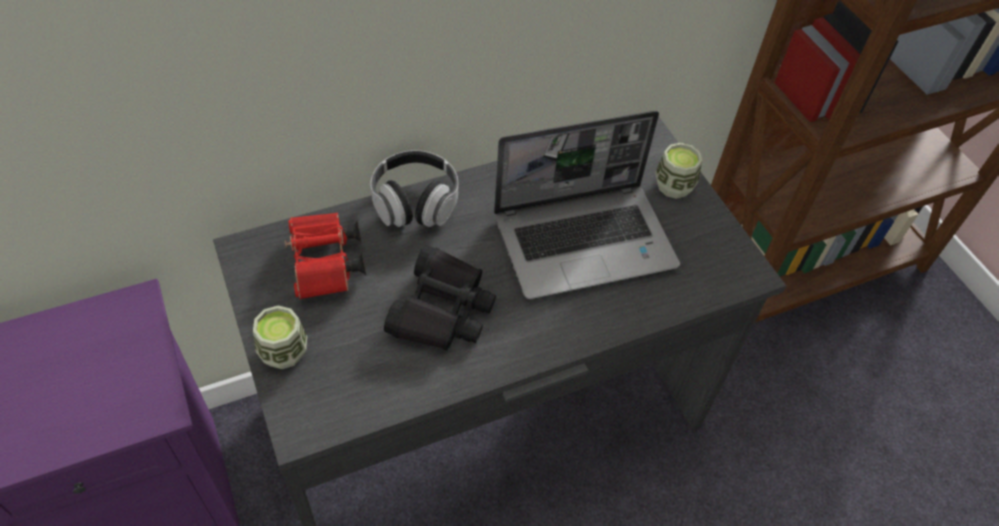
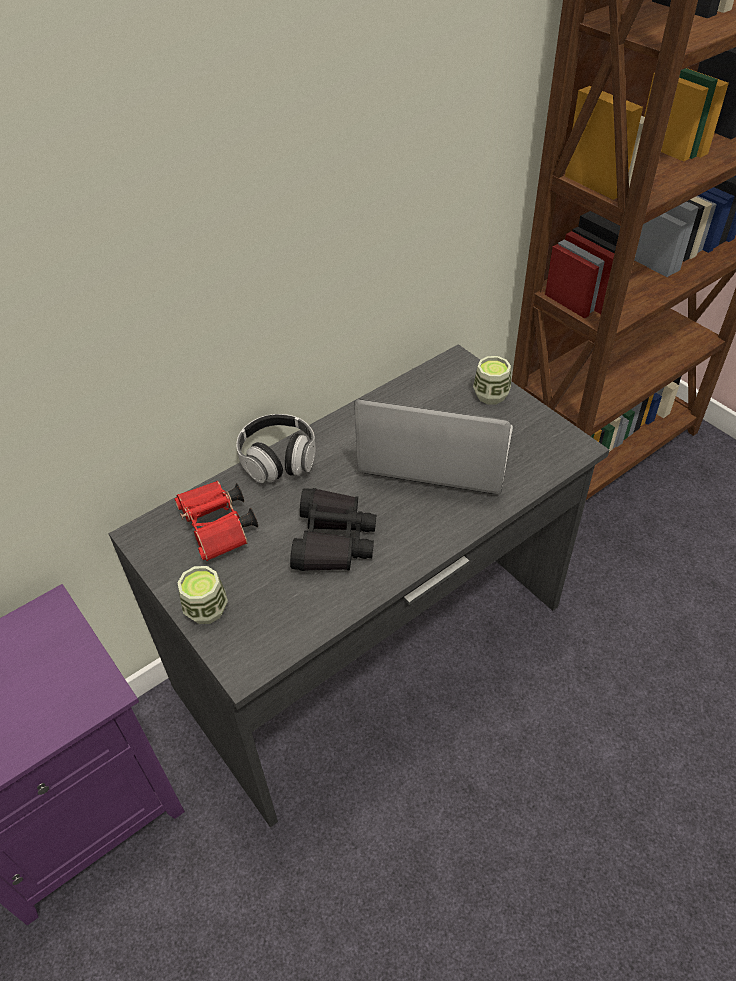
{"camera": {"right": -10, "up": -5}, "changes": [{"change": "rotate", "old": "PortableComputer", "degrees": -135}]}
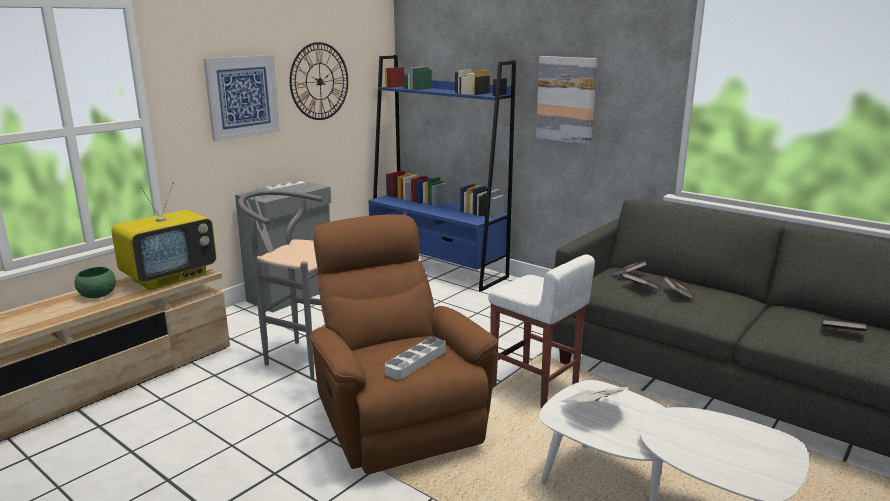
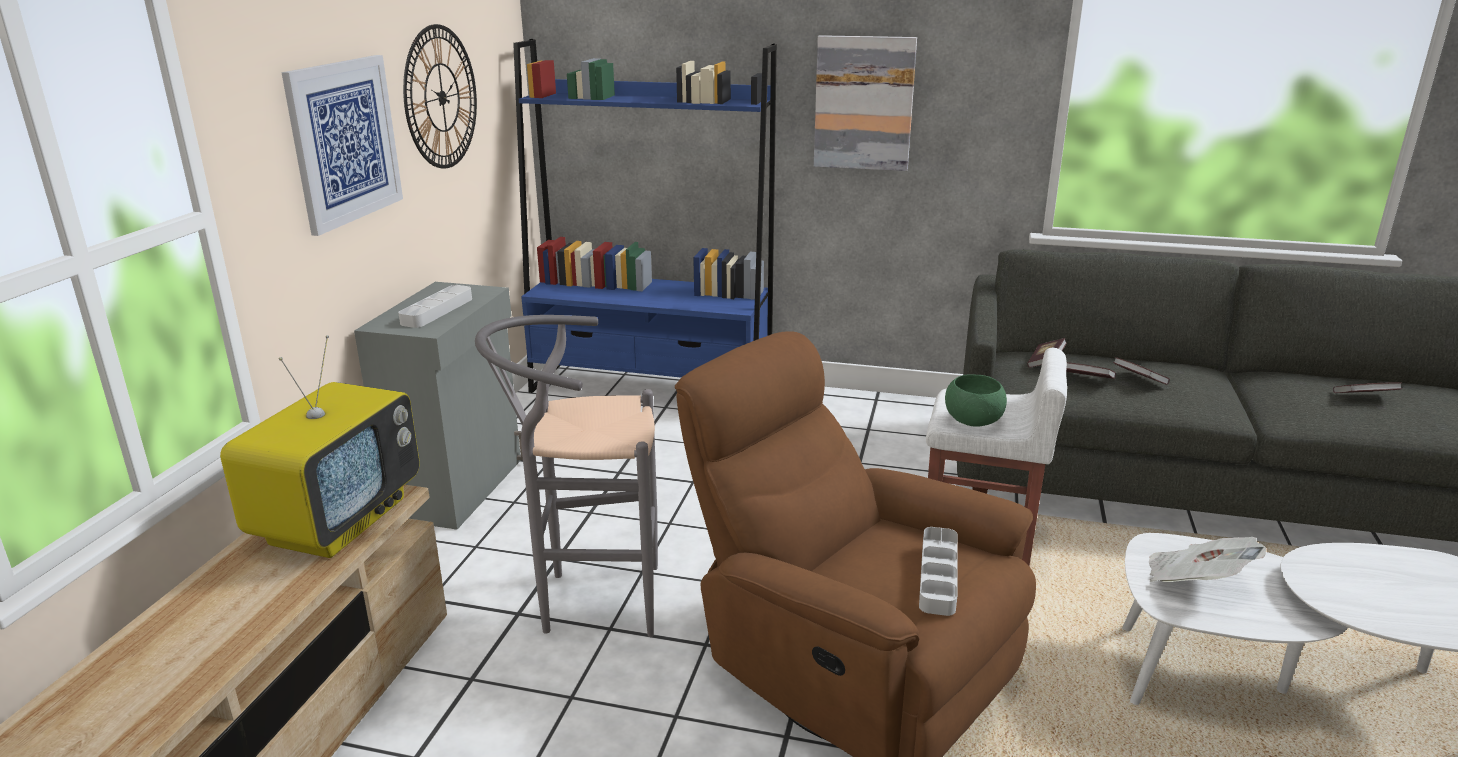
{"camera": {"right": -25, "up": 5}, "changes": [{"change": "move", "old": "GreenBowl"}]}
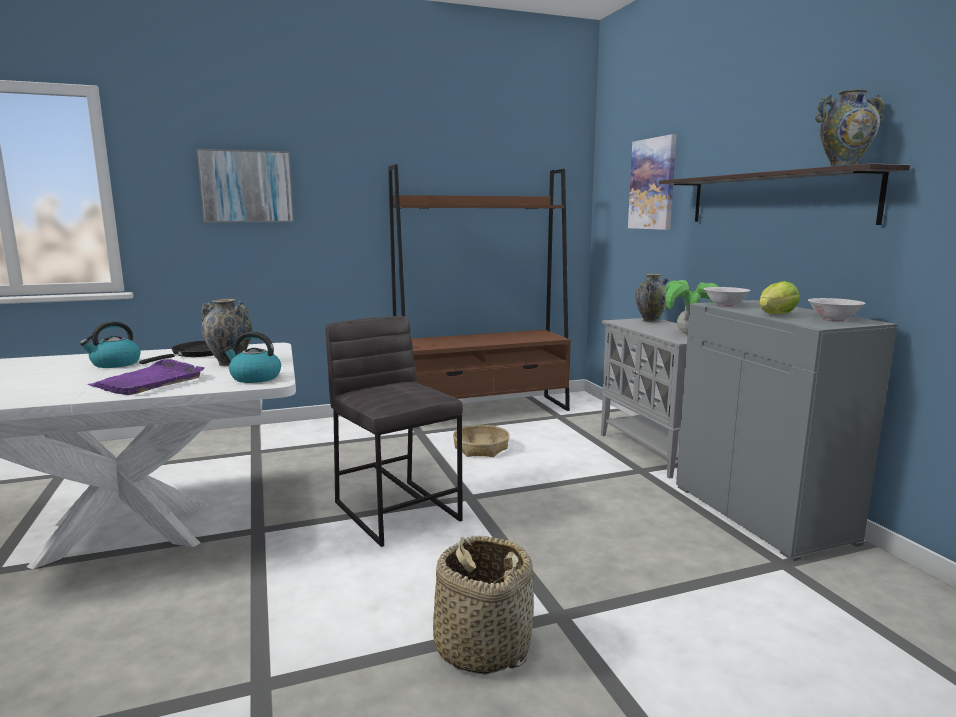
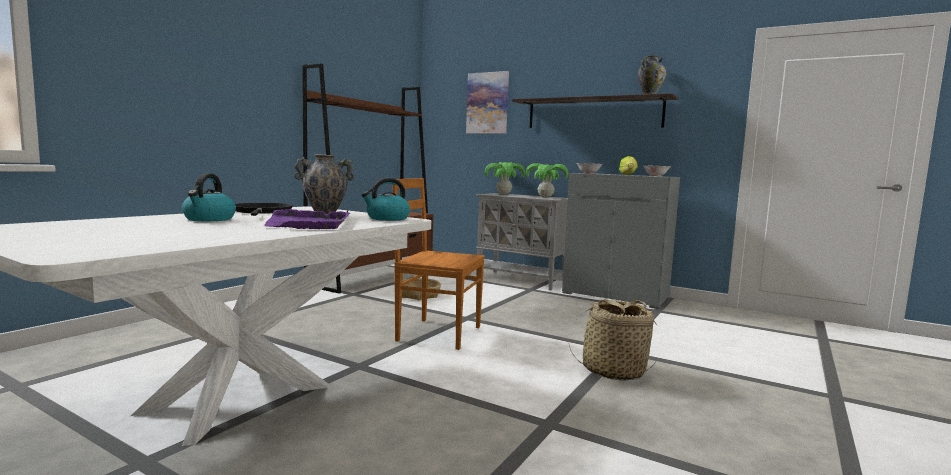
{"camera": {"right": -40, "up": -5}, "changes": [{"change": "delete", "old": "Picture (1st from left)"}, {"change": "replace", "old": "GrayStoolSeat", "new": "BrownUprightChair"}, {"change": "replace", "old": "Vase (2nd from left)", "new": "PlantInAPot (1st from left)"}]}
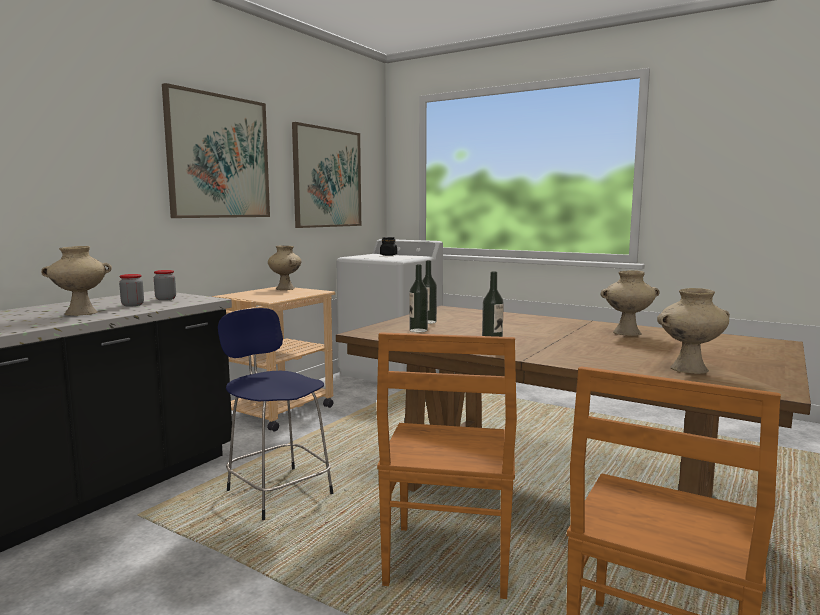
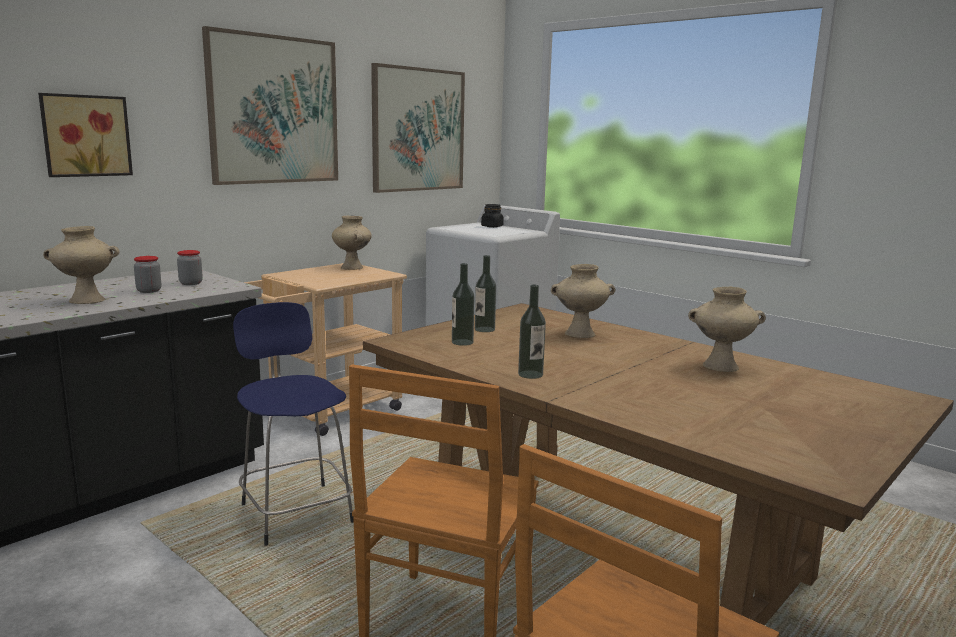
{"camera": {"right": 10, "up": 5}, "changes": [{"change": "insert", "new": "Picture (1st from left)"}, {"change": "move", "old": "BeigeColouredVase (4th from left in the first image)", "new": "BeigeColouredVase (3rd from left)"}]}
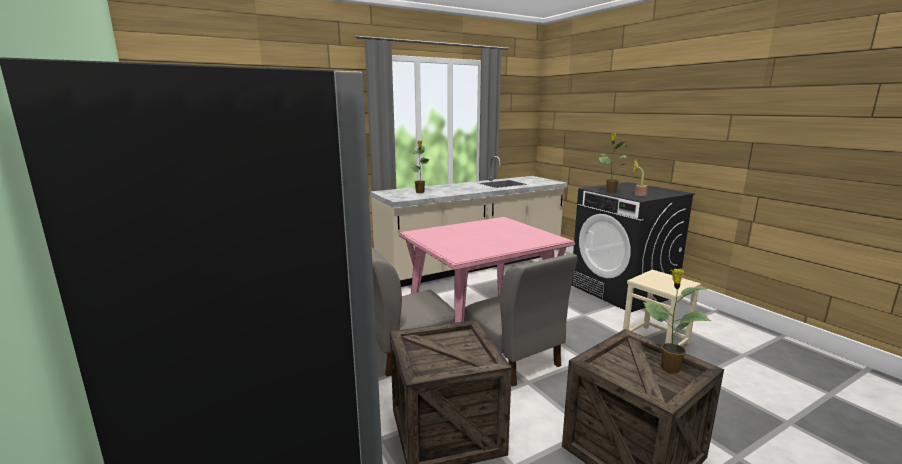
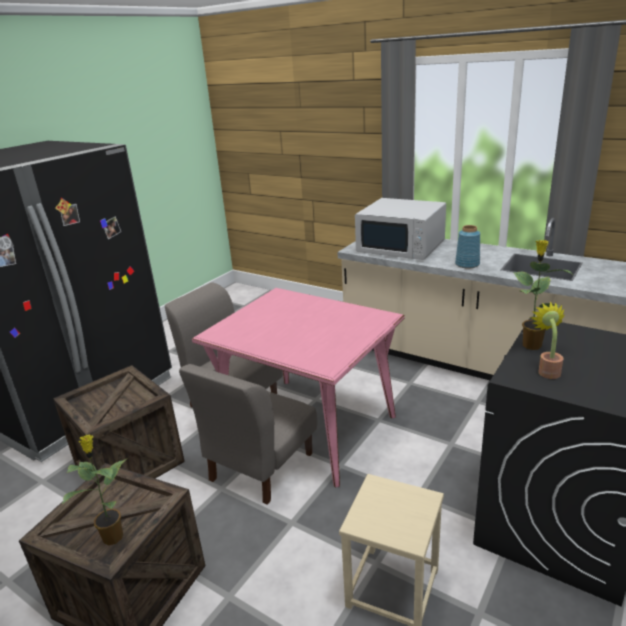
{"camera": {"right": 65, "up": 10}, "changes": [{"change": "insert", "new": "BlueColouredVase"}, {"change": "replace", "old": "PlantInAPot (1st from left)", "new": "WhitishMicrowave"}]}
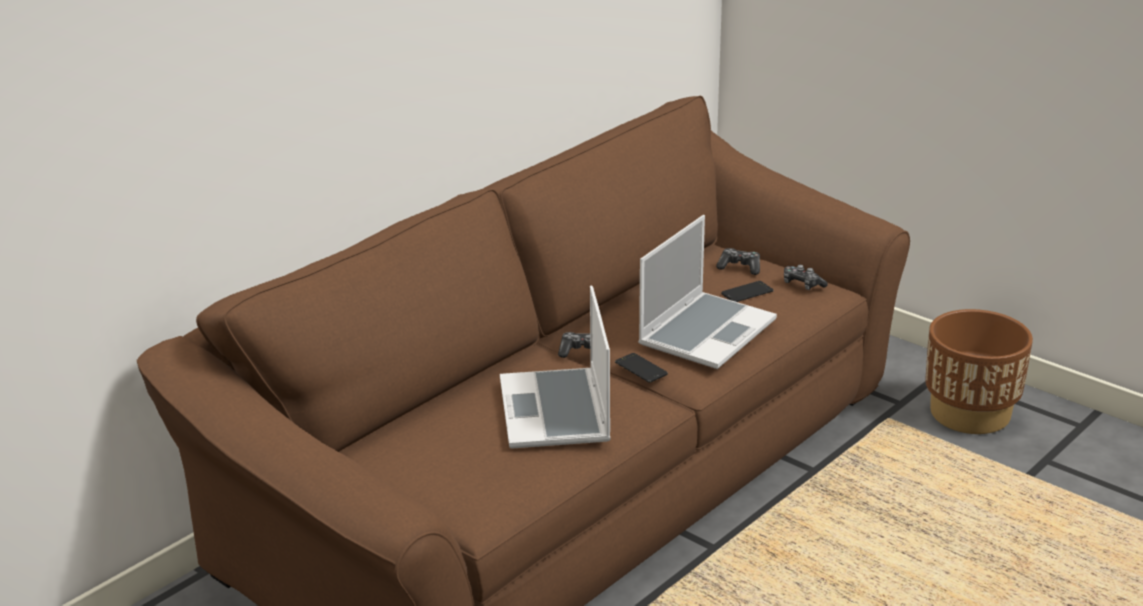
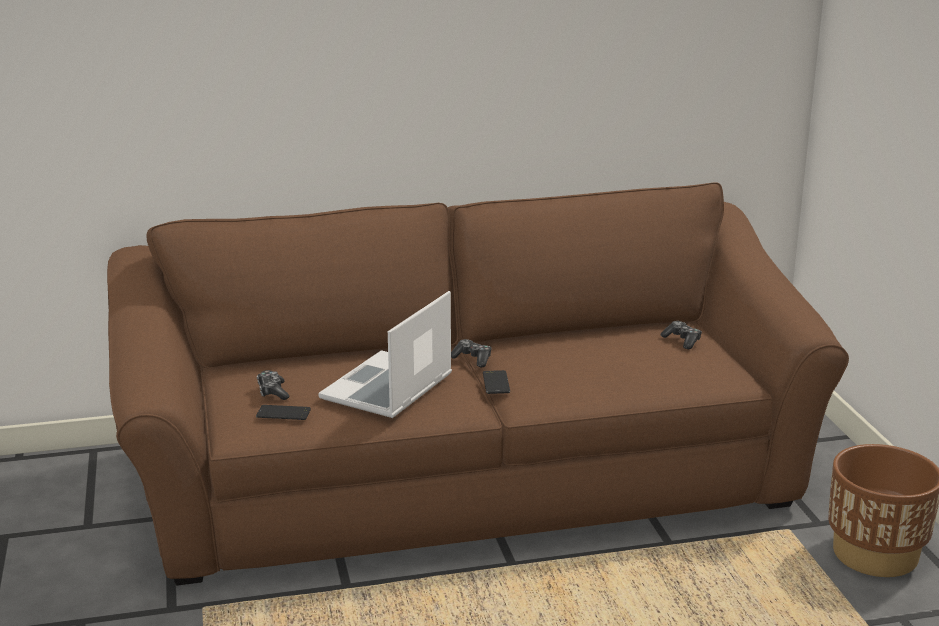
{"camera": {"right": 35, "up": -5}, "changes": [{"change": "delete", "old": "PortableComputer (2nd from left)"}, {"change": "move", "old": "Telephone (2nd from left in the first image)", "new": "Telephone (1st from left)"}, {"change": "move", "old": "Joypad (3rd from left in the first image)", "new": "Joypad (1st from left)"}]}
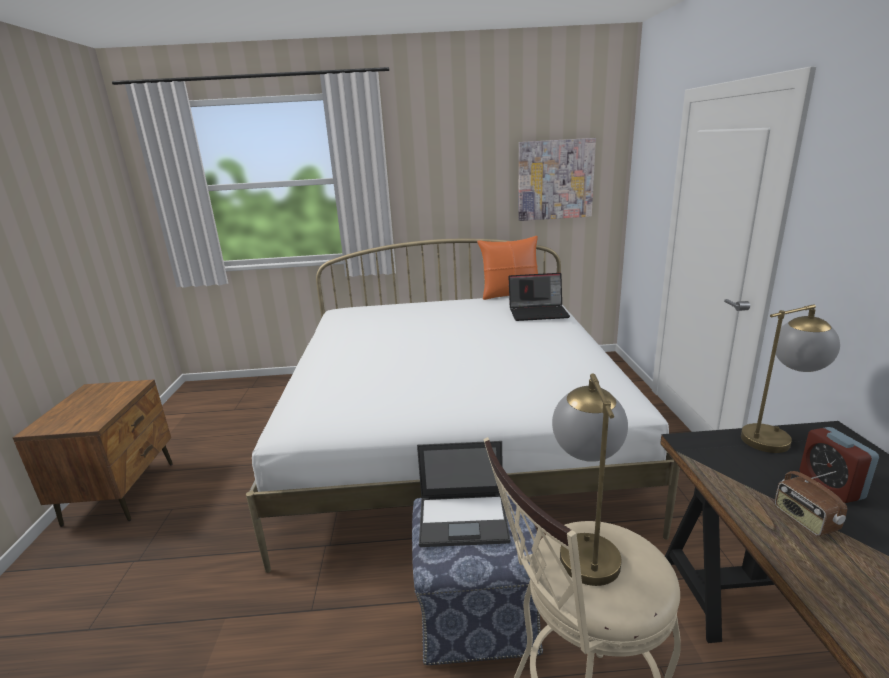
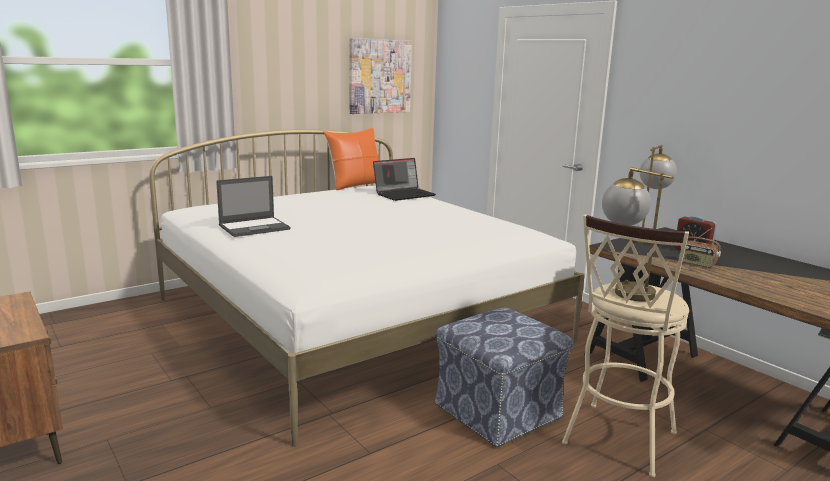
{"camera": {"right": -35, "up": -5}, "changes": [{"change": "move", "old": "PortableComputer (1st from left)"}]}
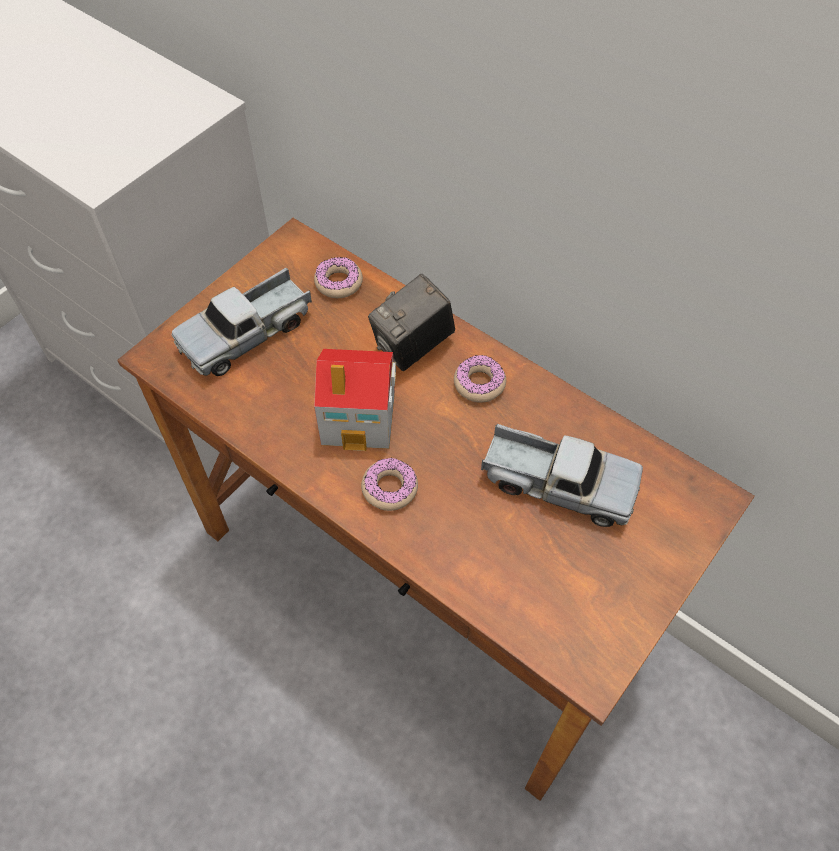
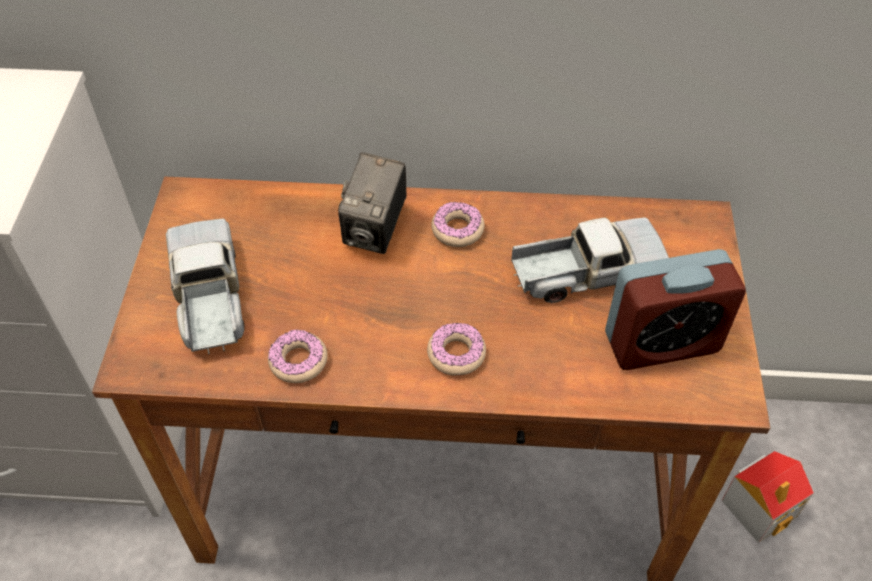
{"camera": {"right": -35, "up": -5}, "changes": [{"change": "insert", "new": "BedsideClock"}, {"change": "move", "old": "Doughnut (1st from left)"}, {"change": "move", "old": "MiniatureHouse"}, {"change": "rotate", "old": "ModelTruck (1st from left)", "degrees": 150}]}
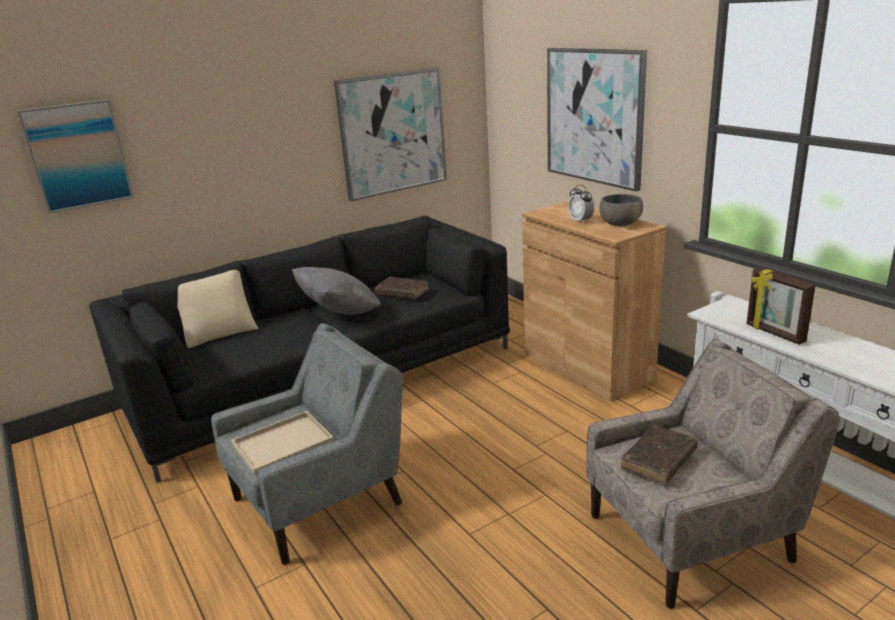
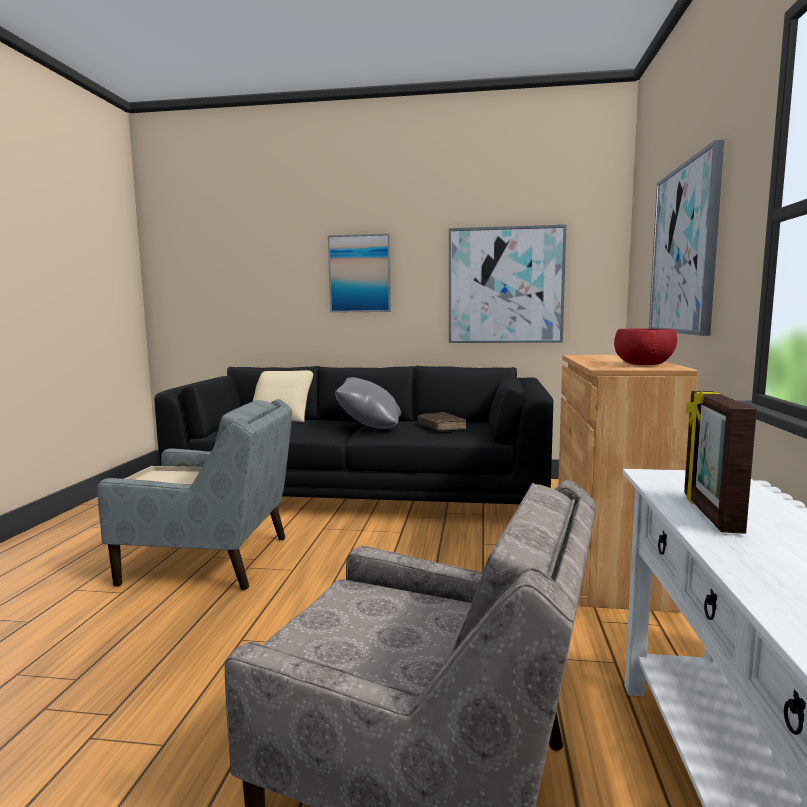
{"camera": {"right": 40, "up": -15}, "changes": [{"change": "delete", "old": "BedsideClock"}, {"change": "delete", "old": "BrownBook (2nd from left)"}, {"change": "move", "old": "Picture (1st from left)"}, {"change": "recolor", "old": "GrayBowl", "new": "ReddishBowl"}]}
